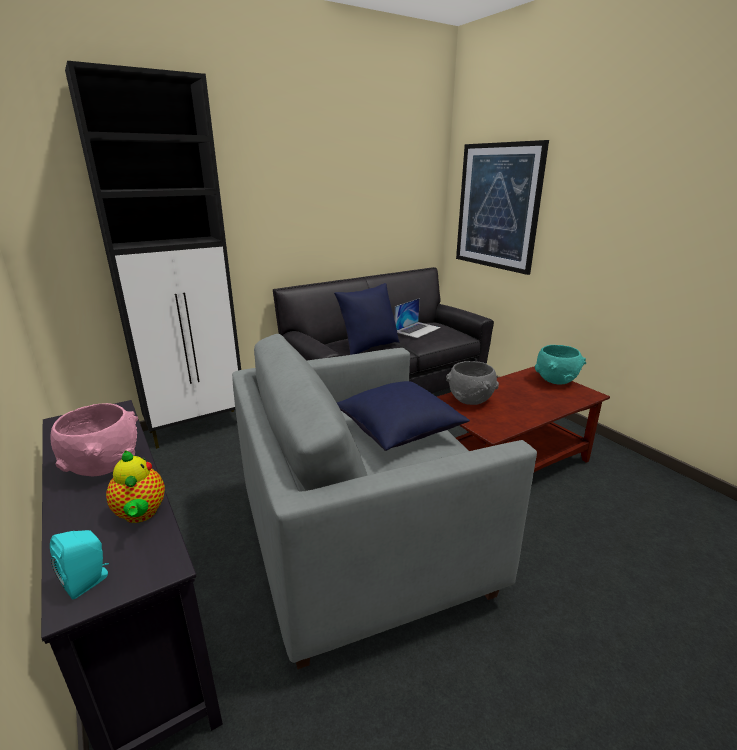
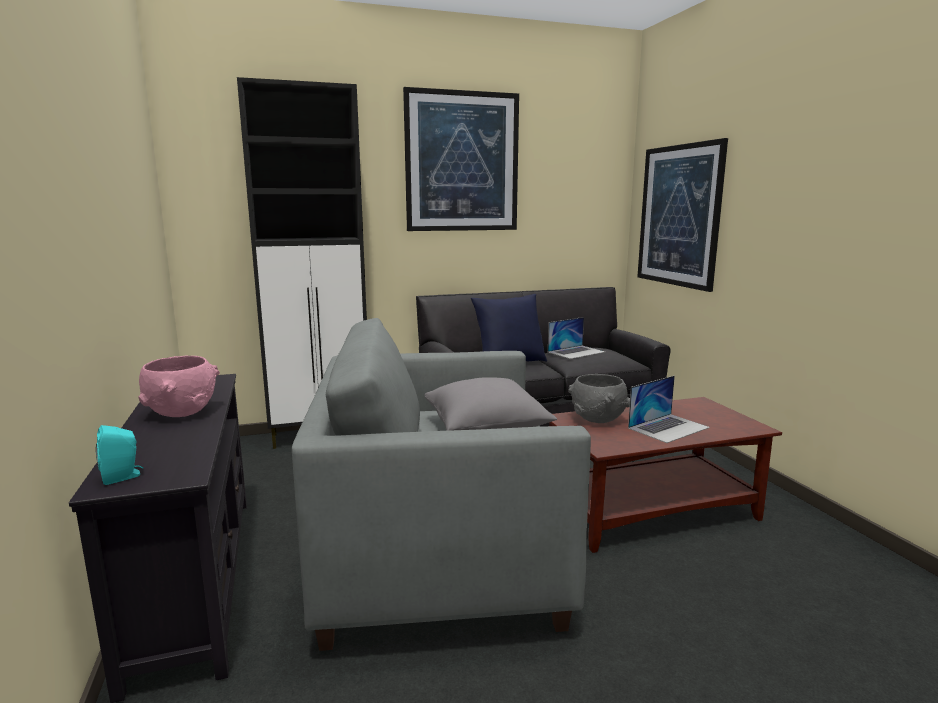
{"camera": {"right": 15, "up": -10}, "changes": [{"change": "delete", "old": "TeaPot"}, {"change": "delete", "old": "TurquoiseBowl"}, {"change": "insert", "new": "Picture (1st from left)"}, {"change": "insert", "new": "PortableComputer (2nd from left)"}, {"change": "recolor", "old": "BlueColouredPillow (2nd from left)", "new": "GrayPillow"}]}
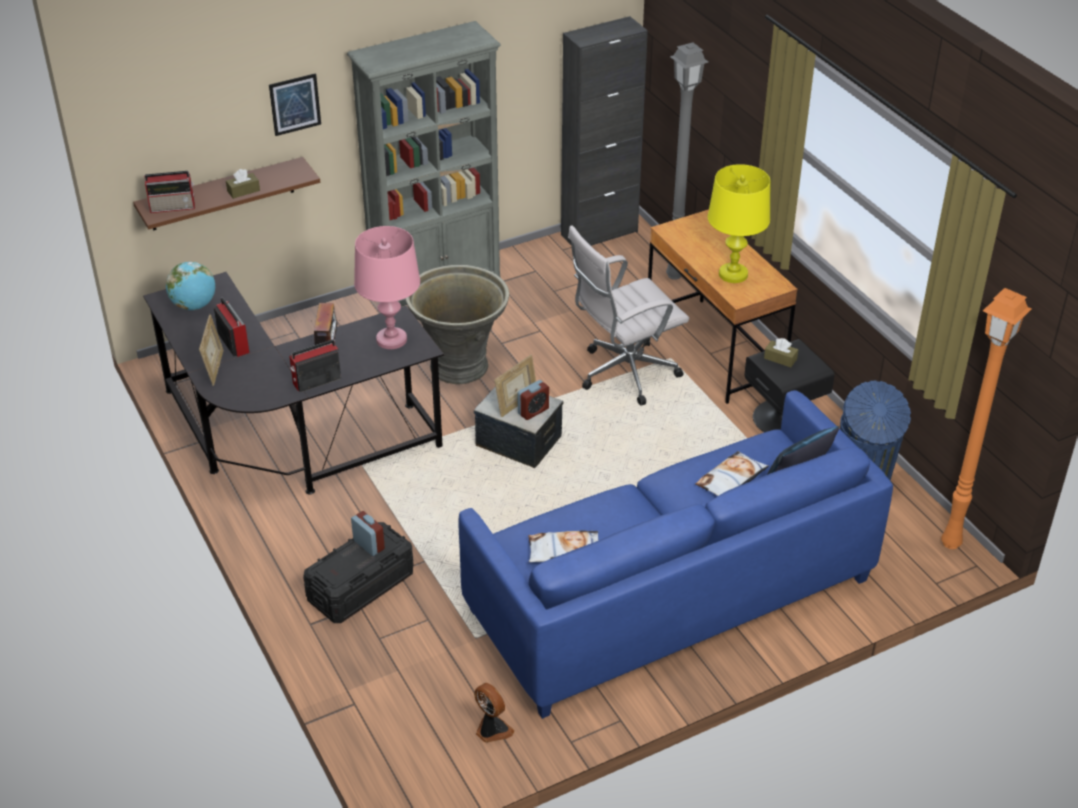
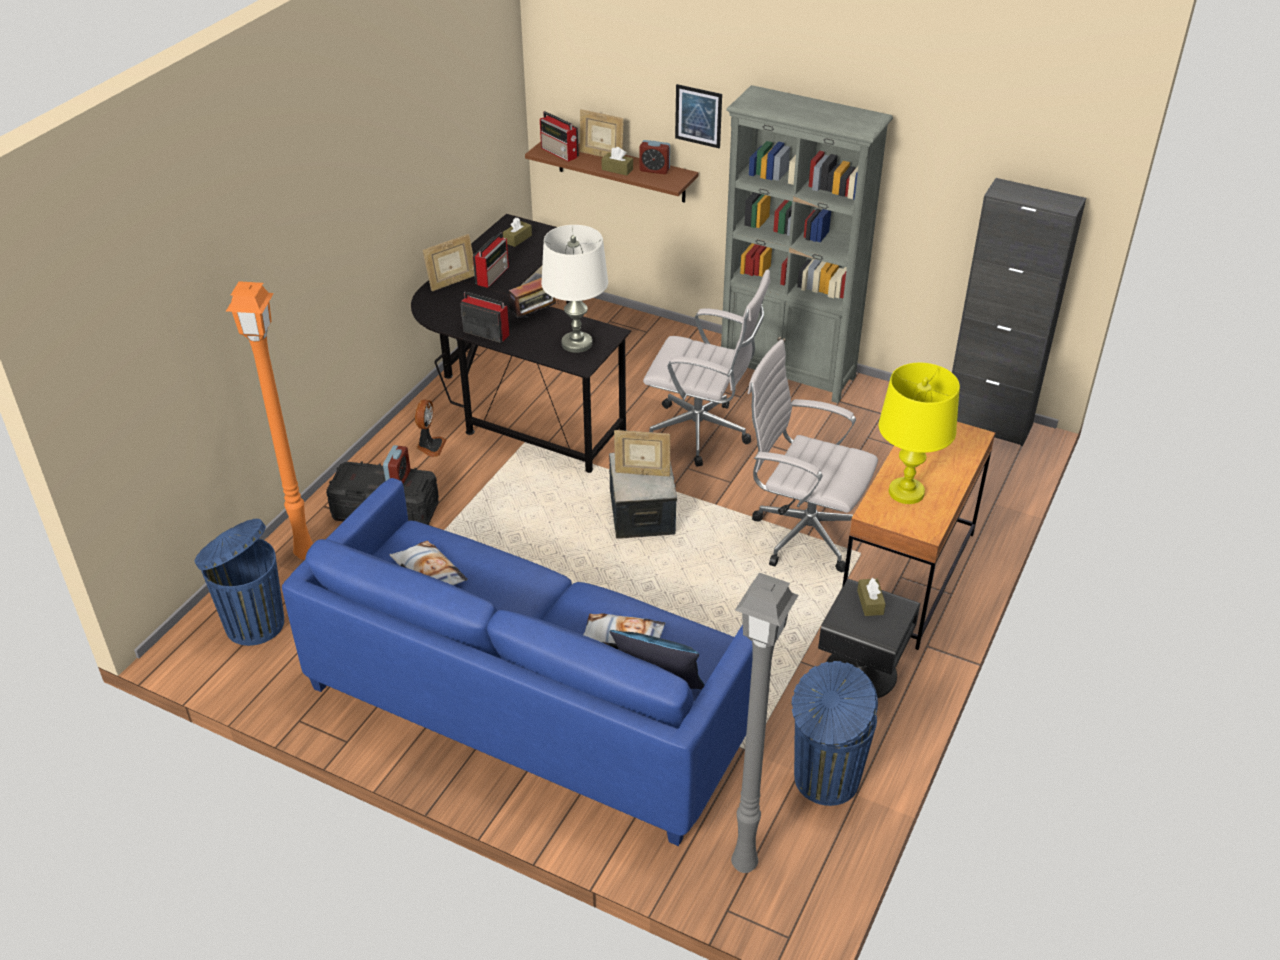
{"camera": {"right": 55, "up": 0}, "changes": [{"change": "insert", "new": "BlueColouredRubbishBin (1st from left)"}, {"change": "insert", "new": "PictureFrame (2nd from left)"}, {"change": "move", "old": "Fan"}, {"change": "move", "old": "BedsideClock (2nd from left)"}, {"change": "move", "old": "GrayFloorLamp"}, {"change": "move", "old": "OrangeColouredFloorLamp"}, {"change": "replace", "old": "WorldGlobe", "new": "BrownBoxOfTissues (1st from left)"}, {"change": "replace", "old": "GrayPlantPot", "new": "WhitishOfficeChair (1st from left)"}, {"change": "recolor", "old": "PinkColouredTableLamp", "new": "WhitishTableLamp"}]}
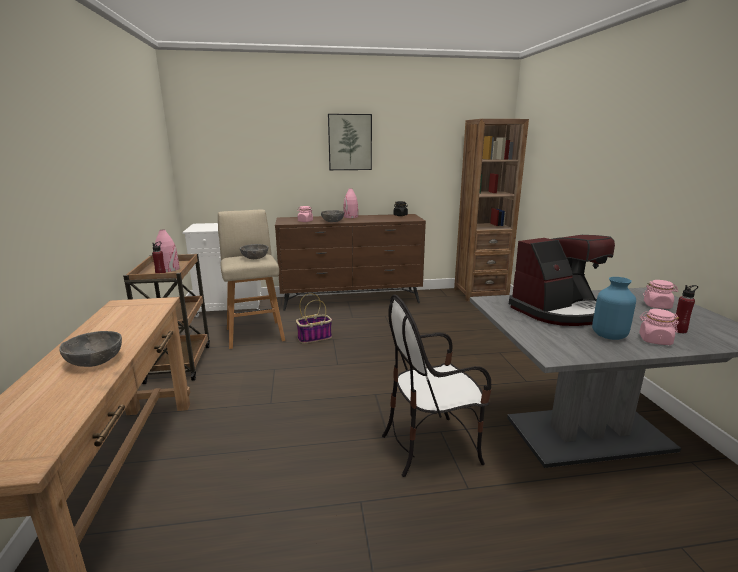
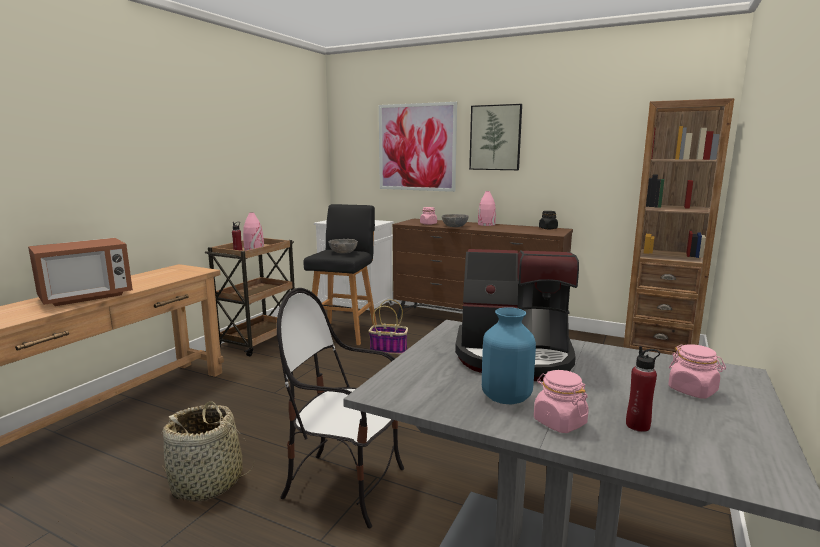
{"camera": {"right": 35, "up": -5}, "changes": [{"change": "insert", "new": "StorageBasket (1st from left)"}, {"change": "insert", "new": "Picture (1st from left)"}, {"change": "replace", "old": "GrayBowl (1st from left)", "new": "Microwave"}, {"change": "recolor", "old": "BeigeColouredStoolSeat", "new": "BlackishStoolSeat"}]}
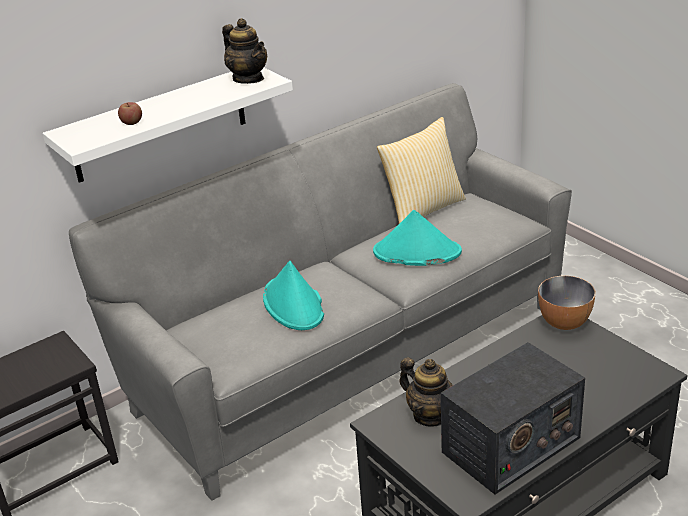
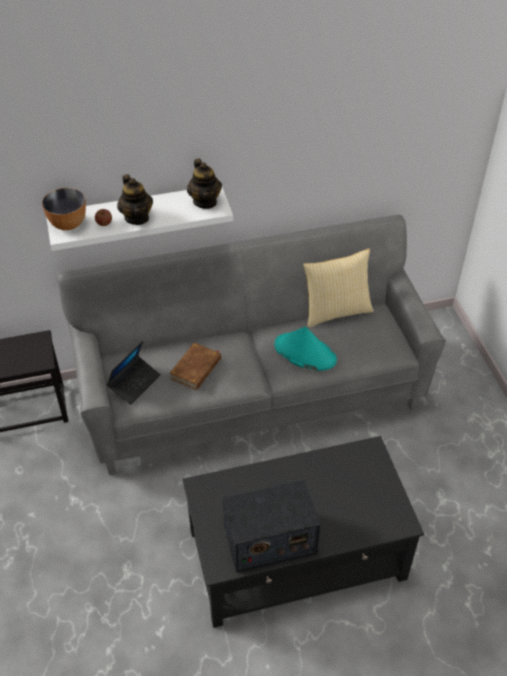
{"camera": {"right": 20, "up": 15}, "changes": [{"change": "insert", "new": "PortableComputer"}, {"change": "move", "old": "TeaPot (2nd from left in the first image)", "new": "TeaPot (1st from left)"}, {"change": "move", "old": "Bowl"}, {"change": "replace", "old": "TurquoiseHat (1st from left)", "new": "BrownBook"}]}
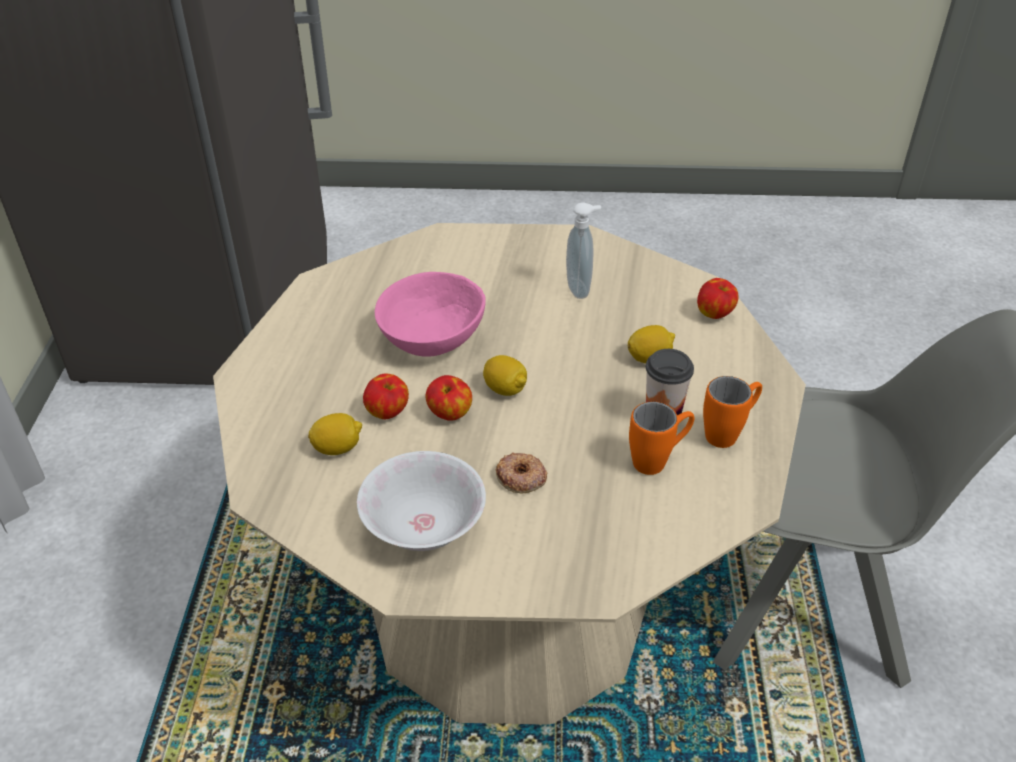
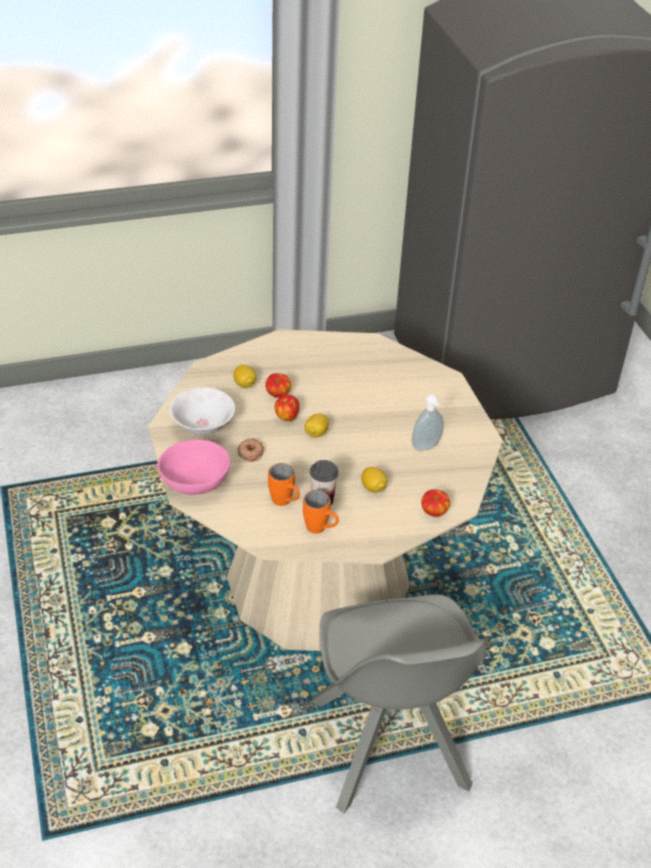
{"camera": {"right": 70, "up": 0}, "changes": [{"change": "move", "old": "PinkColouredBowl"}]}
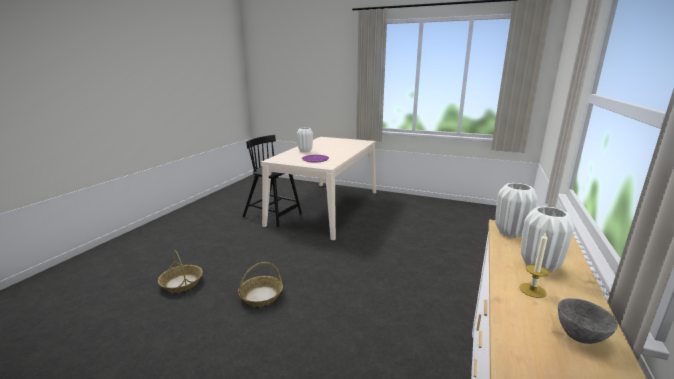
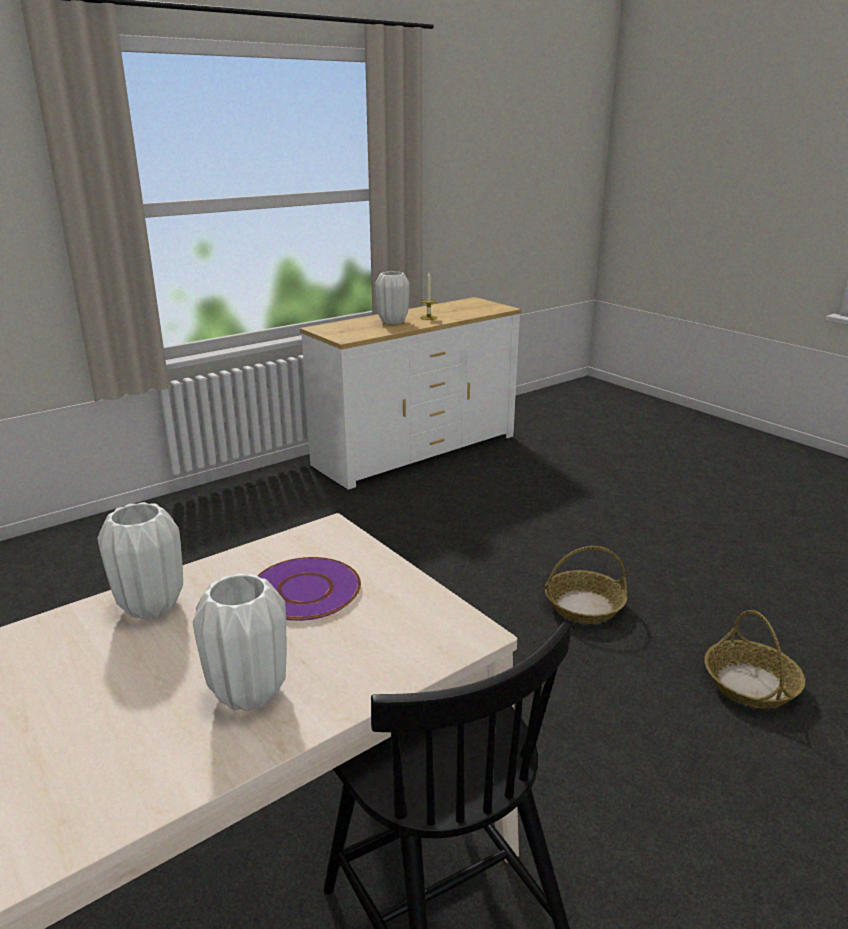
{"camera": {"right": -150, "up": 5}, "changes": [{"change": "delete", "old": "GrayBowl"}, {"change": "move", "old": "WhitishVase (2nd from left in the first image)", "new": "WhitishVase (1st from left)"}]}
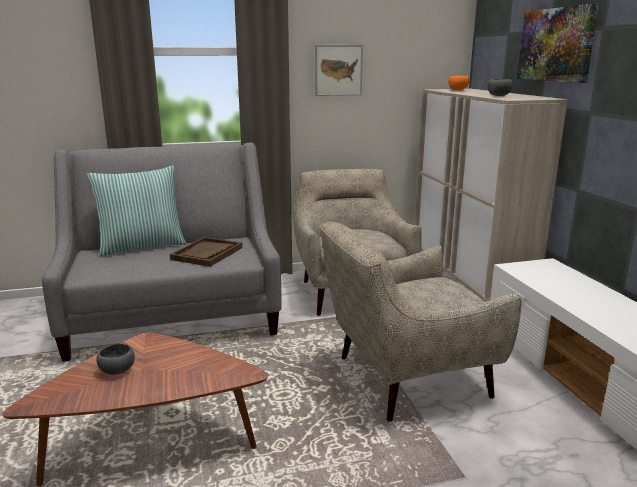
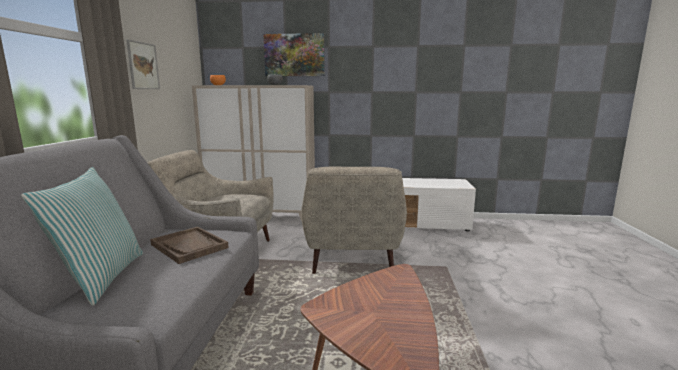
{"camera": {"right": -70, "up": -5}, "changes": [{"change": "delete", "old": "GrayBowl (1st from left)"}]}
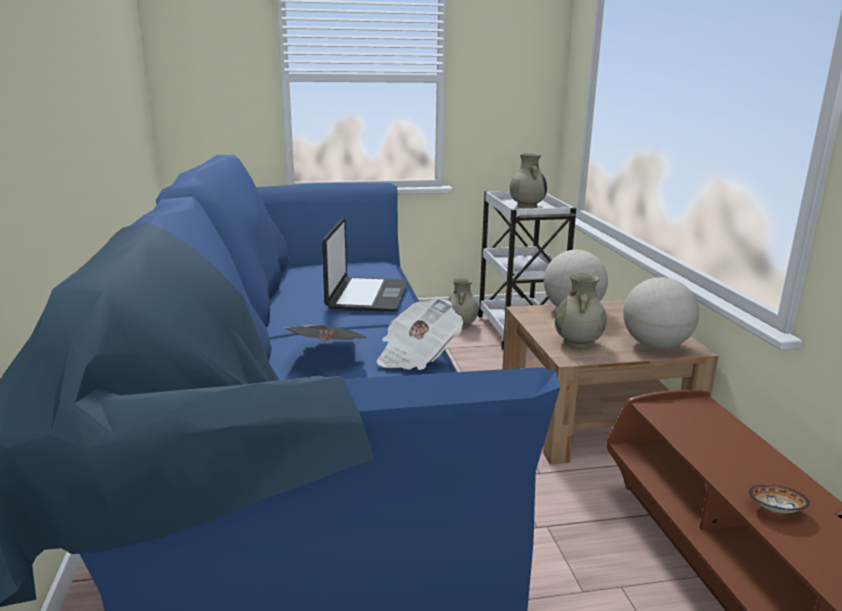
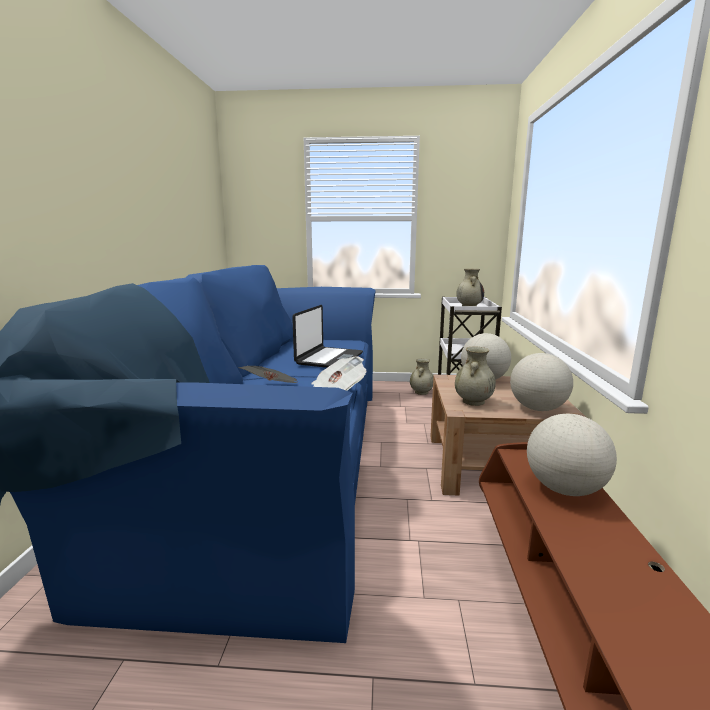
{"camera": {"right": 15, "up": -5}, "changes": [{"change": "delete", "old": "Bowl"}, {"change": "insert", "new": "WorldGlobe (3rd from left)"}]}
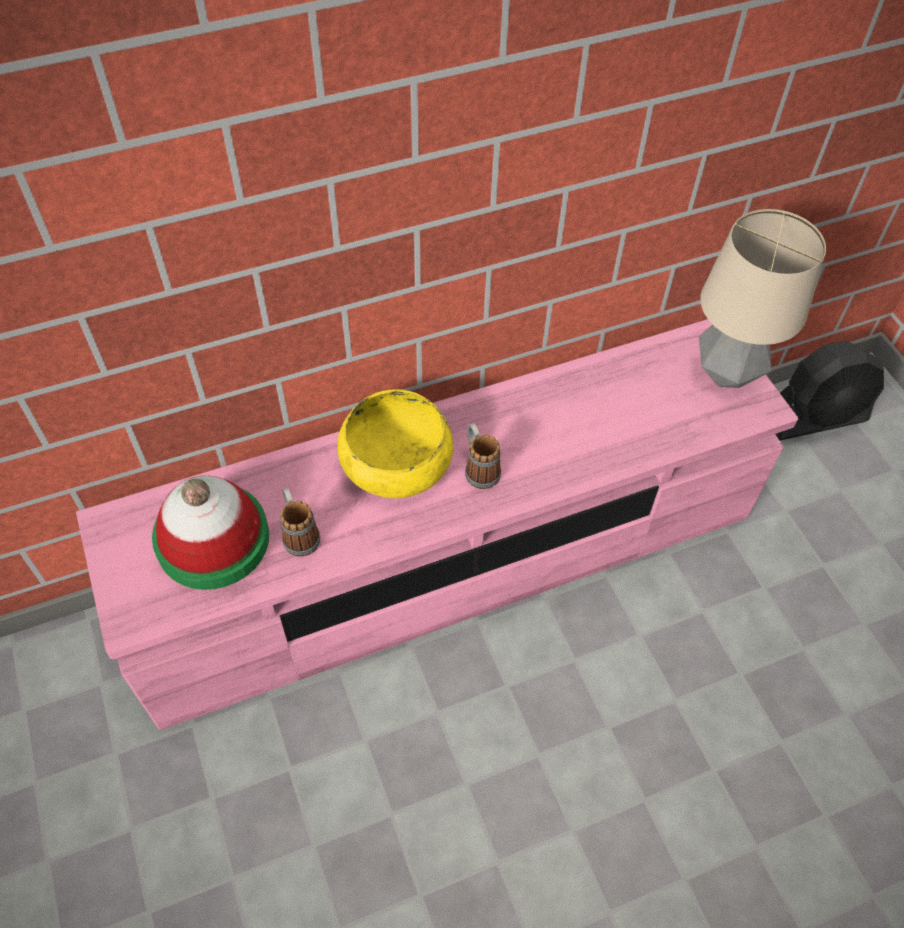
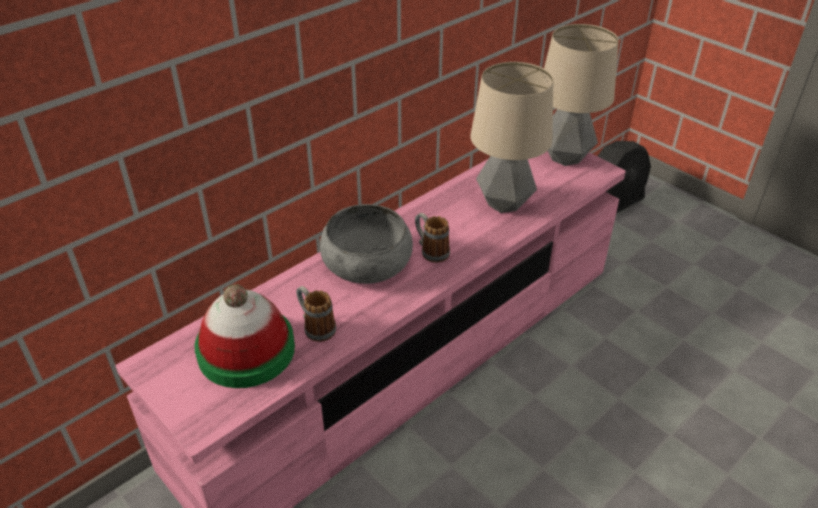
{"camera": {"right": -20, "up": -15}, "changes": [{"change": "insert", "new": "TableLamp (1st from left)"}, {"change": "recolor", "old": "YellowishBowl", "new": "GrayBowl"}]}
